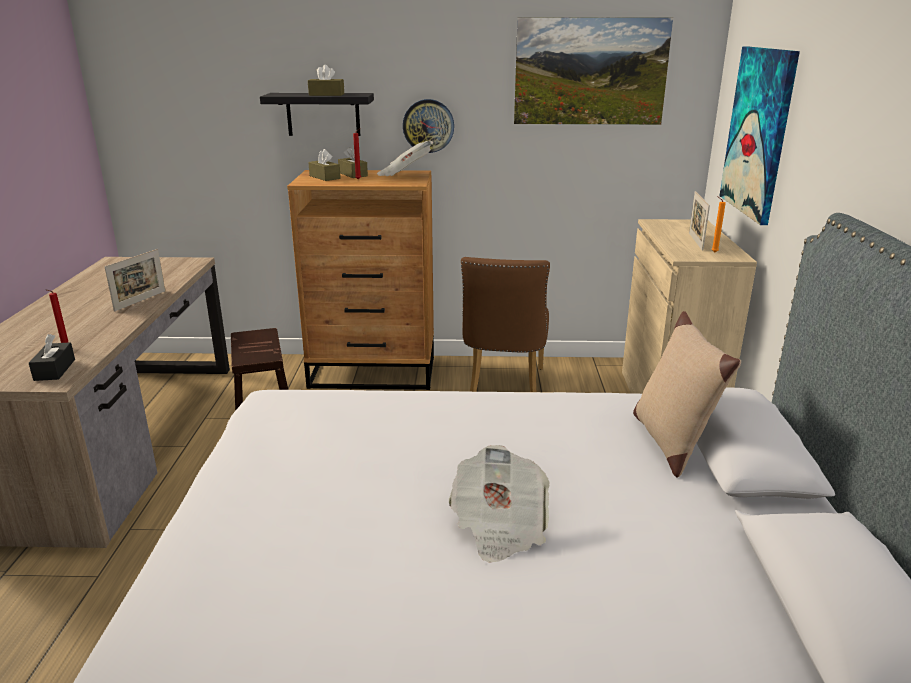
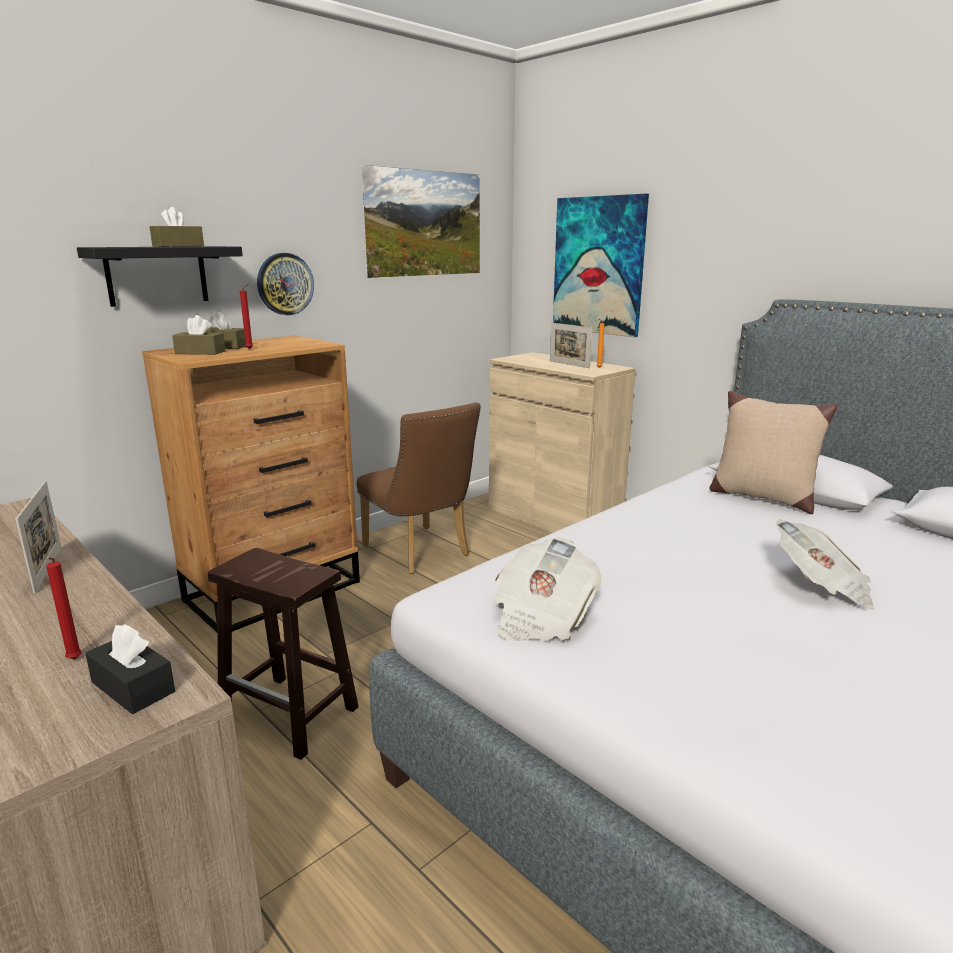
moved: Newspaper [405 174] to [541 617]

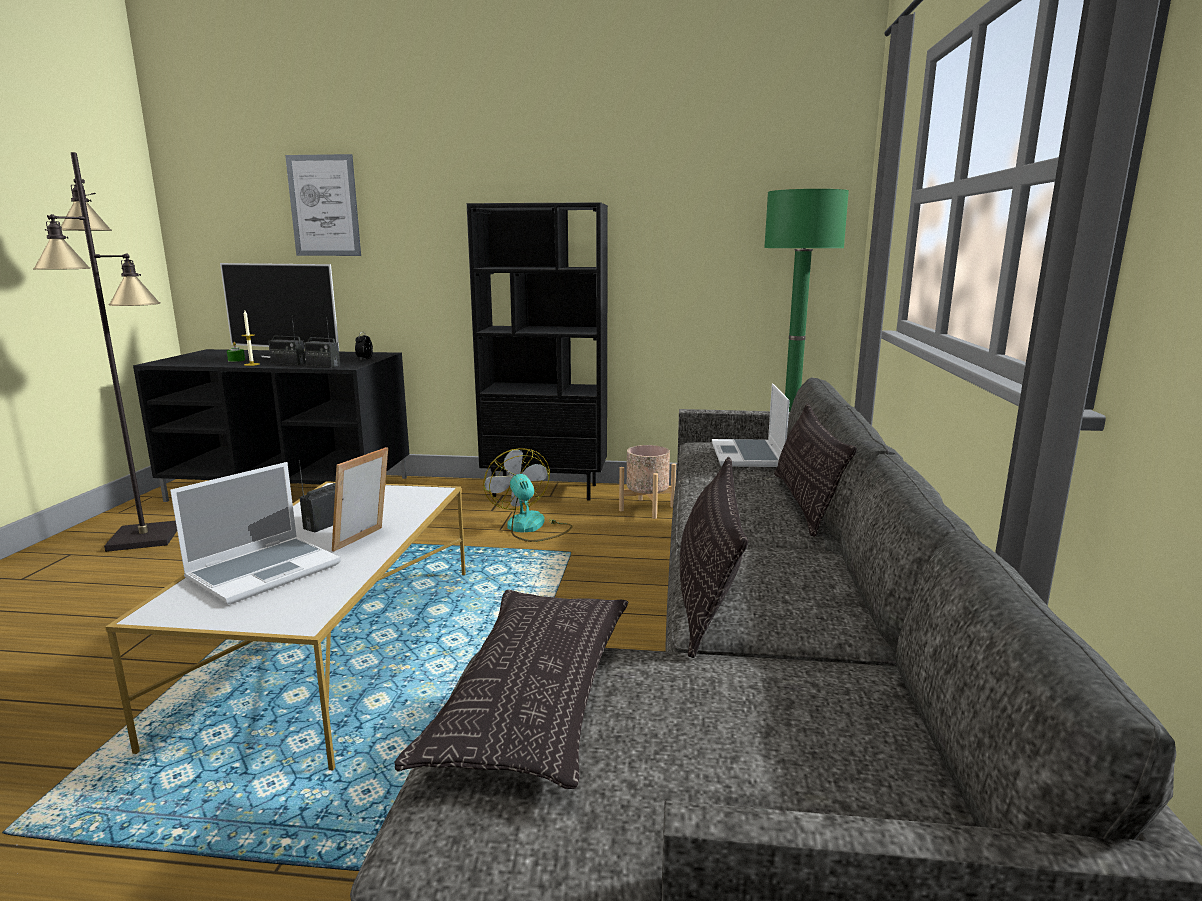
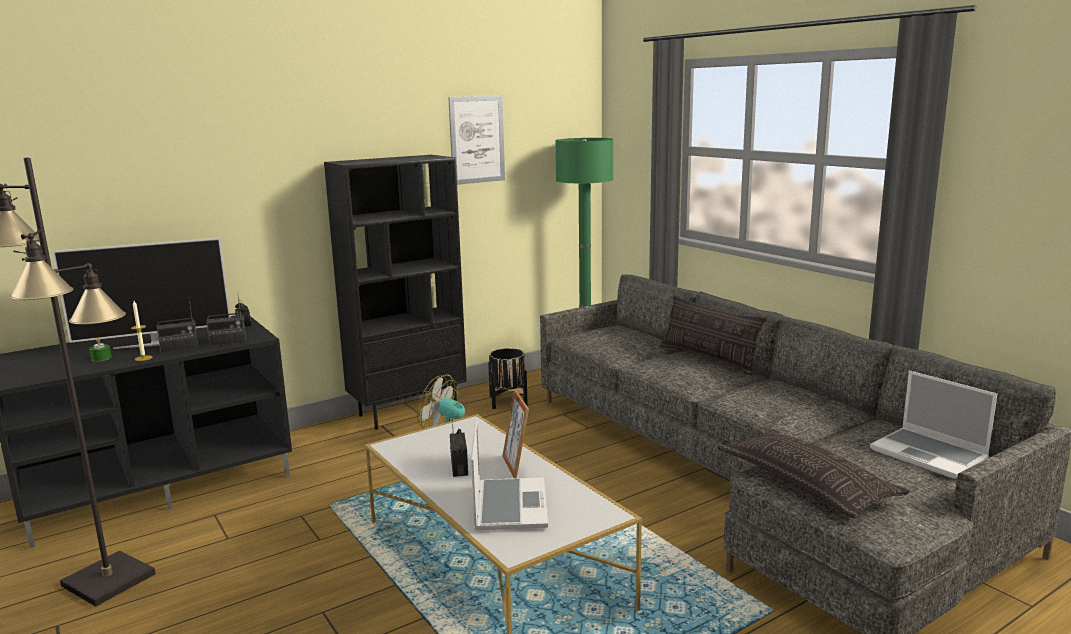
removed: Pillow [707 595]
moved: Picture [324 206] to [477 139]; Laptop [748 456] to [930 454]
recoloured: BeigePlanter [646 508] to BlackPlanter [508 401]

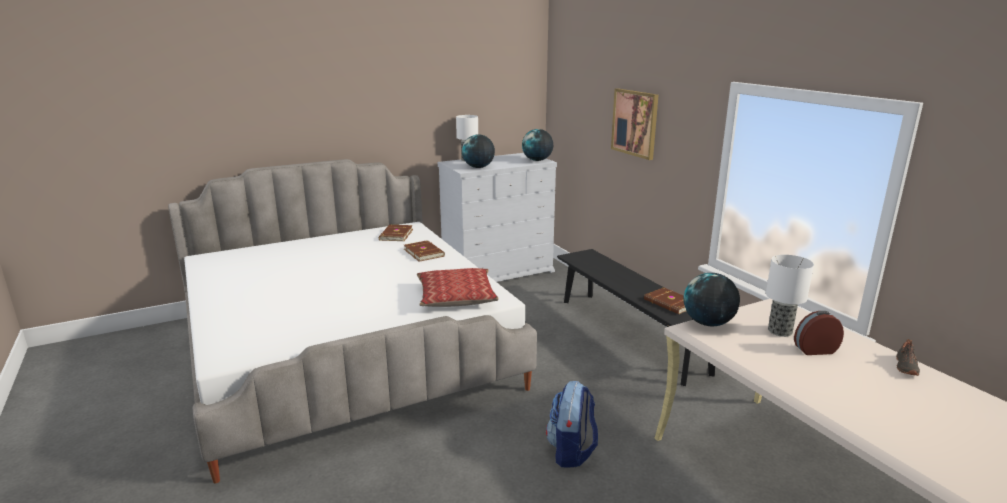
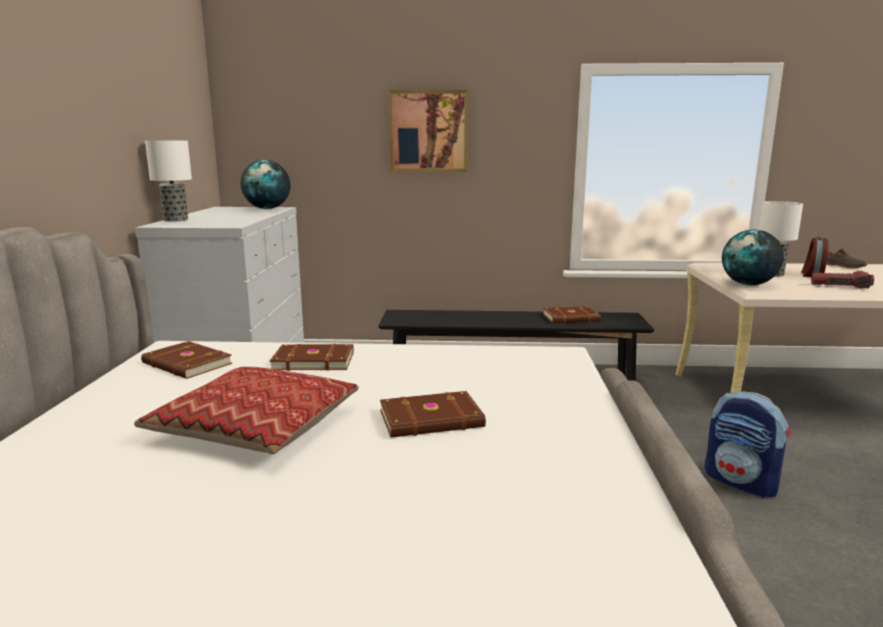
removed: Globe [478 167]
added: Flashlight [840 286]; BrownBook [432 420]
moved: Pillow [456 296] to [256 426]

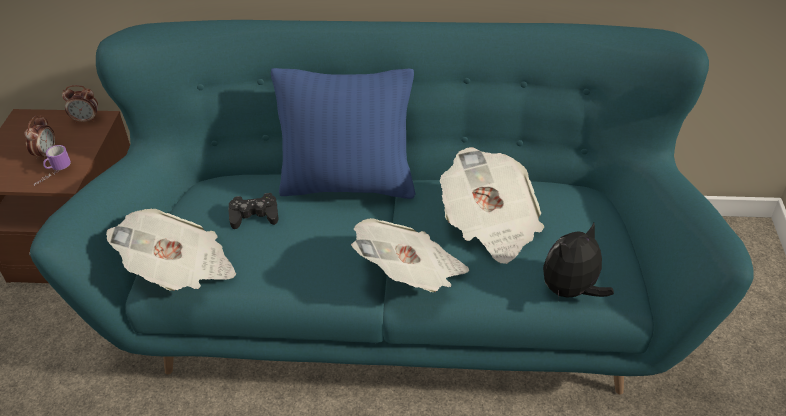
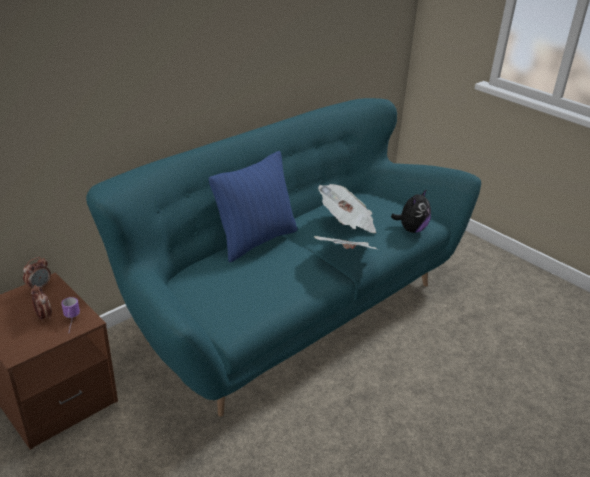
removed: BlackGameController [254 215]; Newspaper [181 271]
turned: PlushToy [571 291] = [411 229] 150 degrees counterclockwise

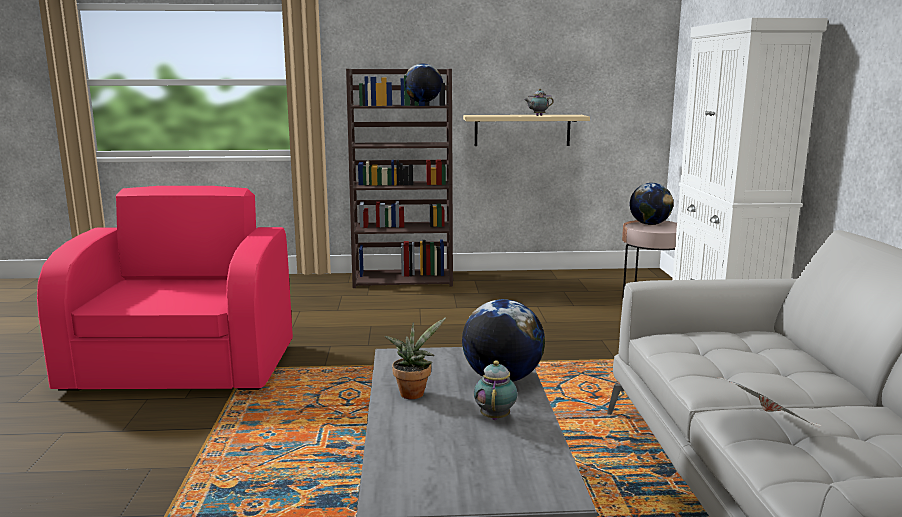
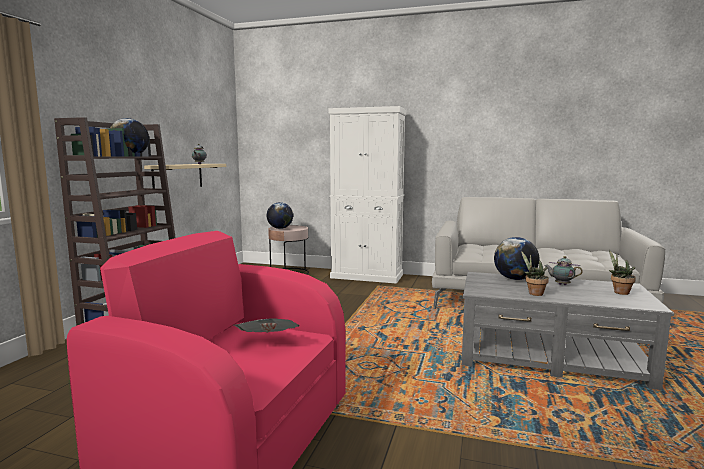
added: PottedPlant [619 292]
moved: Newspaper [769 428] to [268 343]

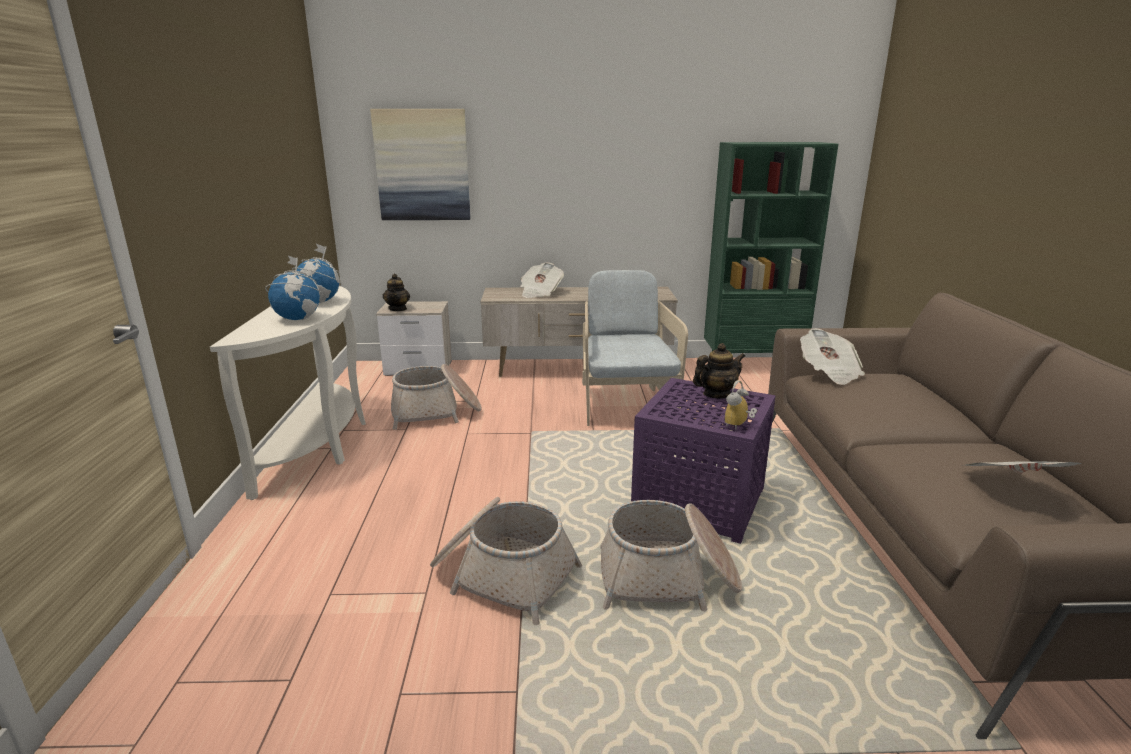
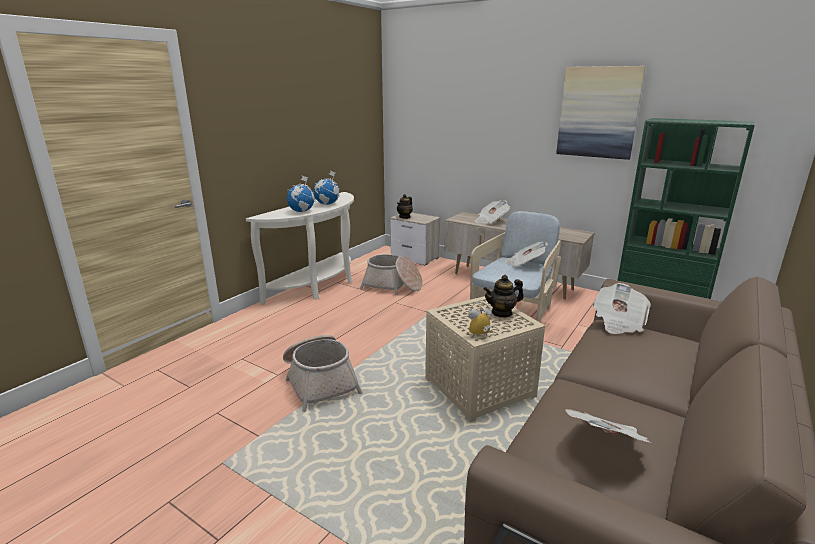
removed: Basket [668 578]
added: Newspaper [524 264]
moved: Picture [422 165] to [598 112]
recoloured: PurpleSideTable [700 503] to BeigeSideTable [479 389]
turned: Teapot [716 394] = [502 313] 150 degrees clockwise

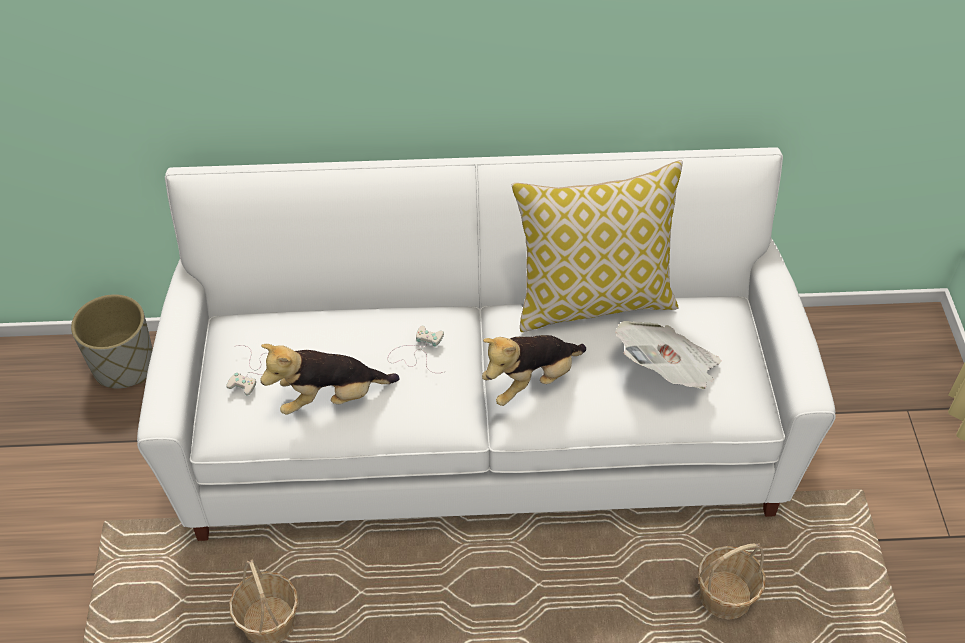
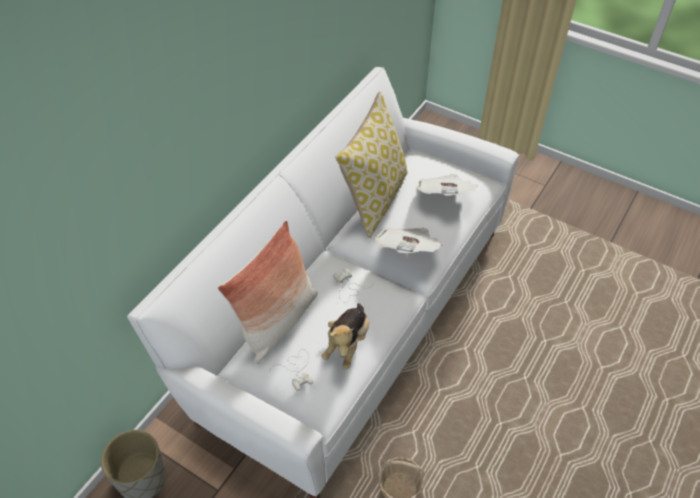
removed: Basket [725 596]
added: Pillow [277 322]
replaced: PlushToy [531 381] to Newspaper [408 251]

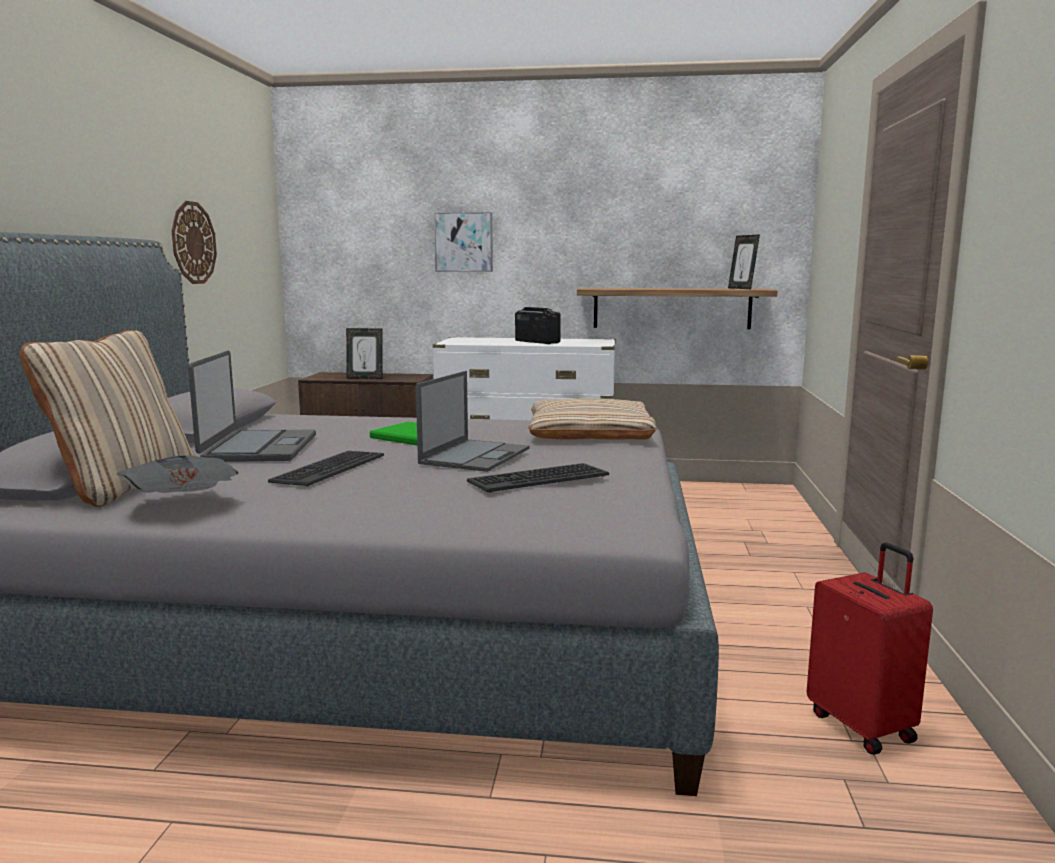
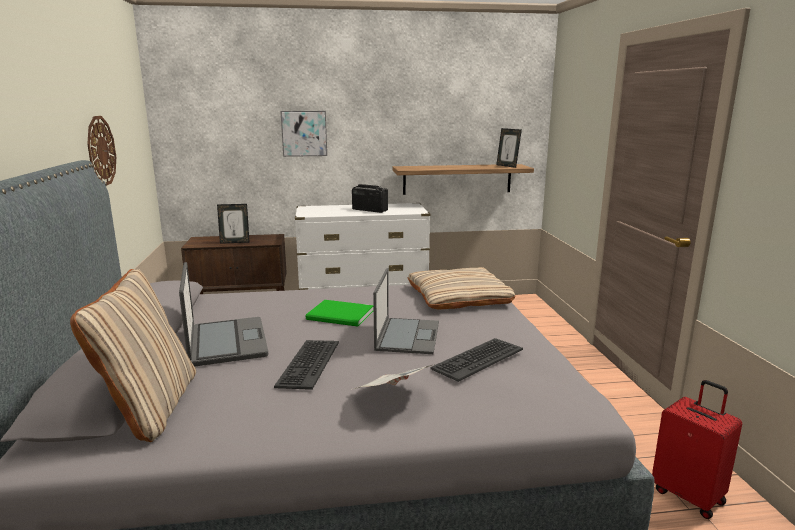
moved: Newspaper [184 505] to [391 397]

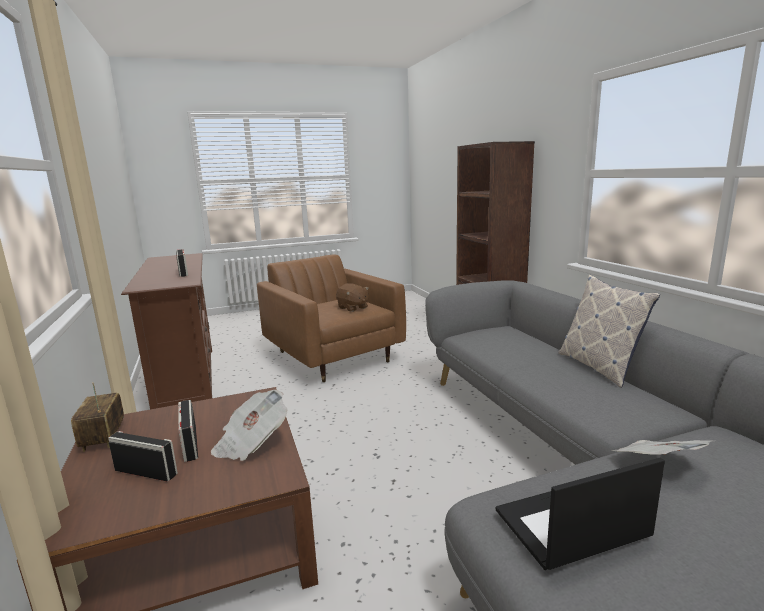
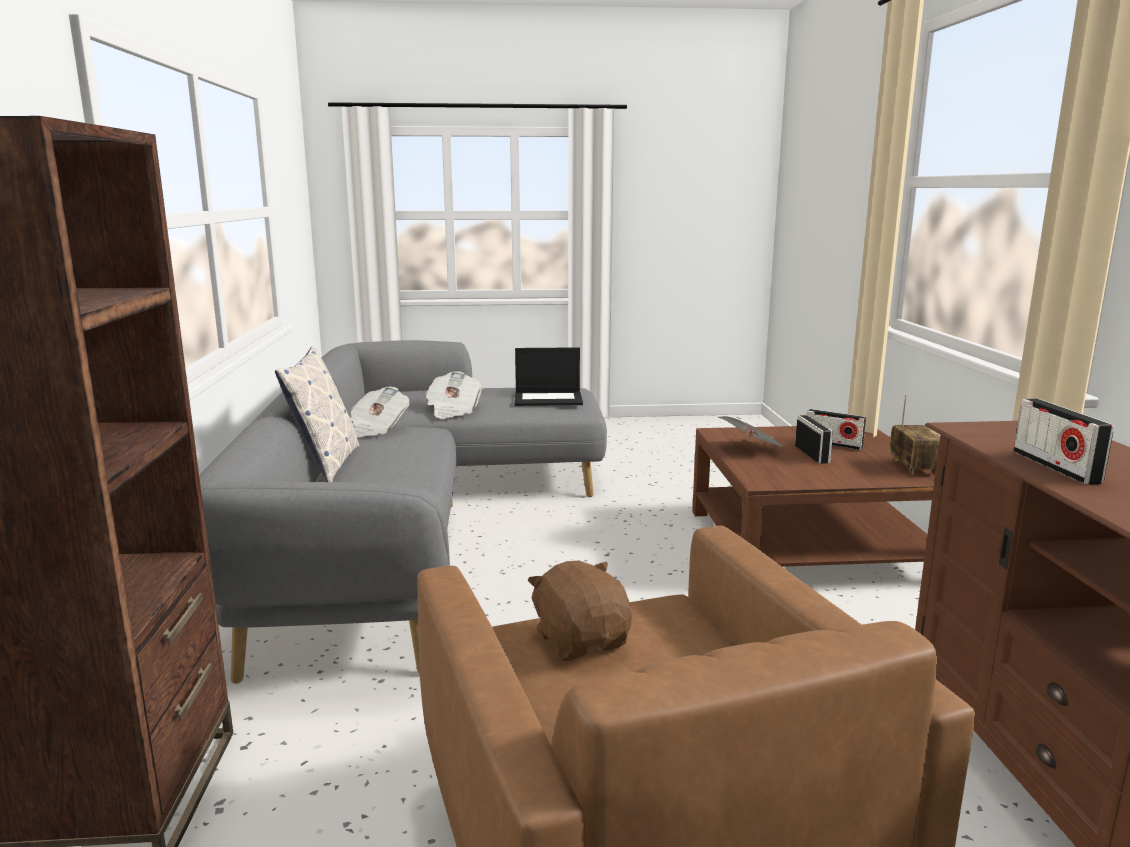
added: Newspaper [376 429]

